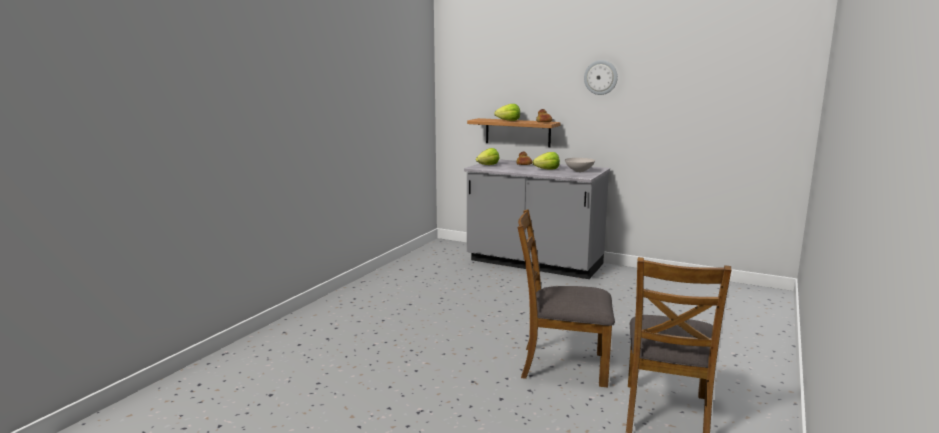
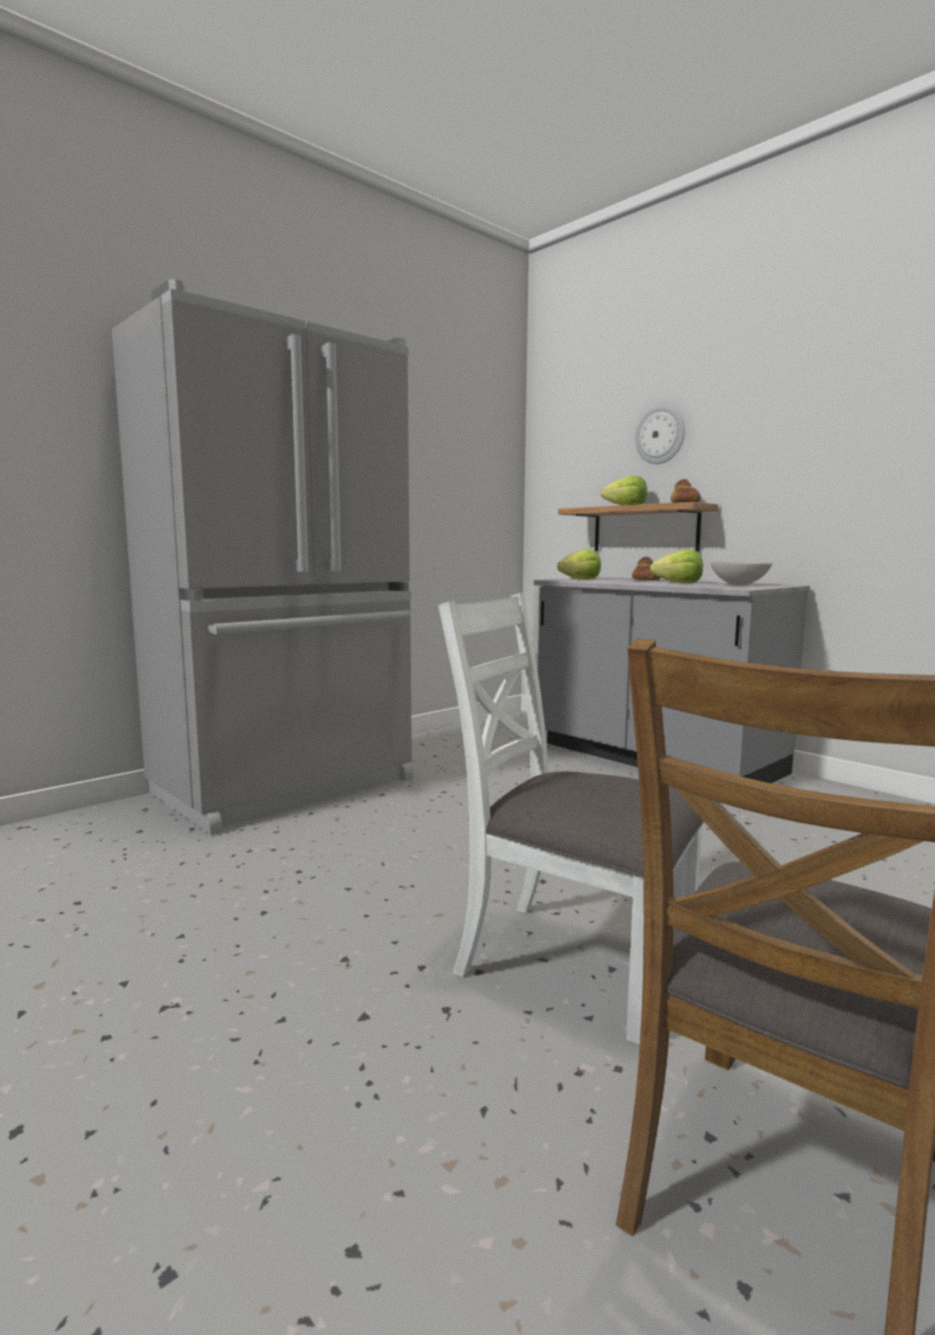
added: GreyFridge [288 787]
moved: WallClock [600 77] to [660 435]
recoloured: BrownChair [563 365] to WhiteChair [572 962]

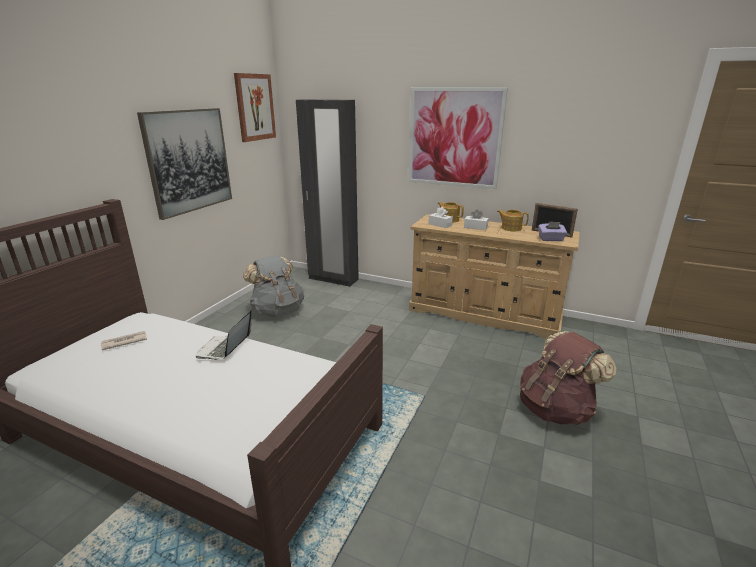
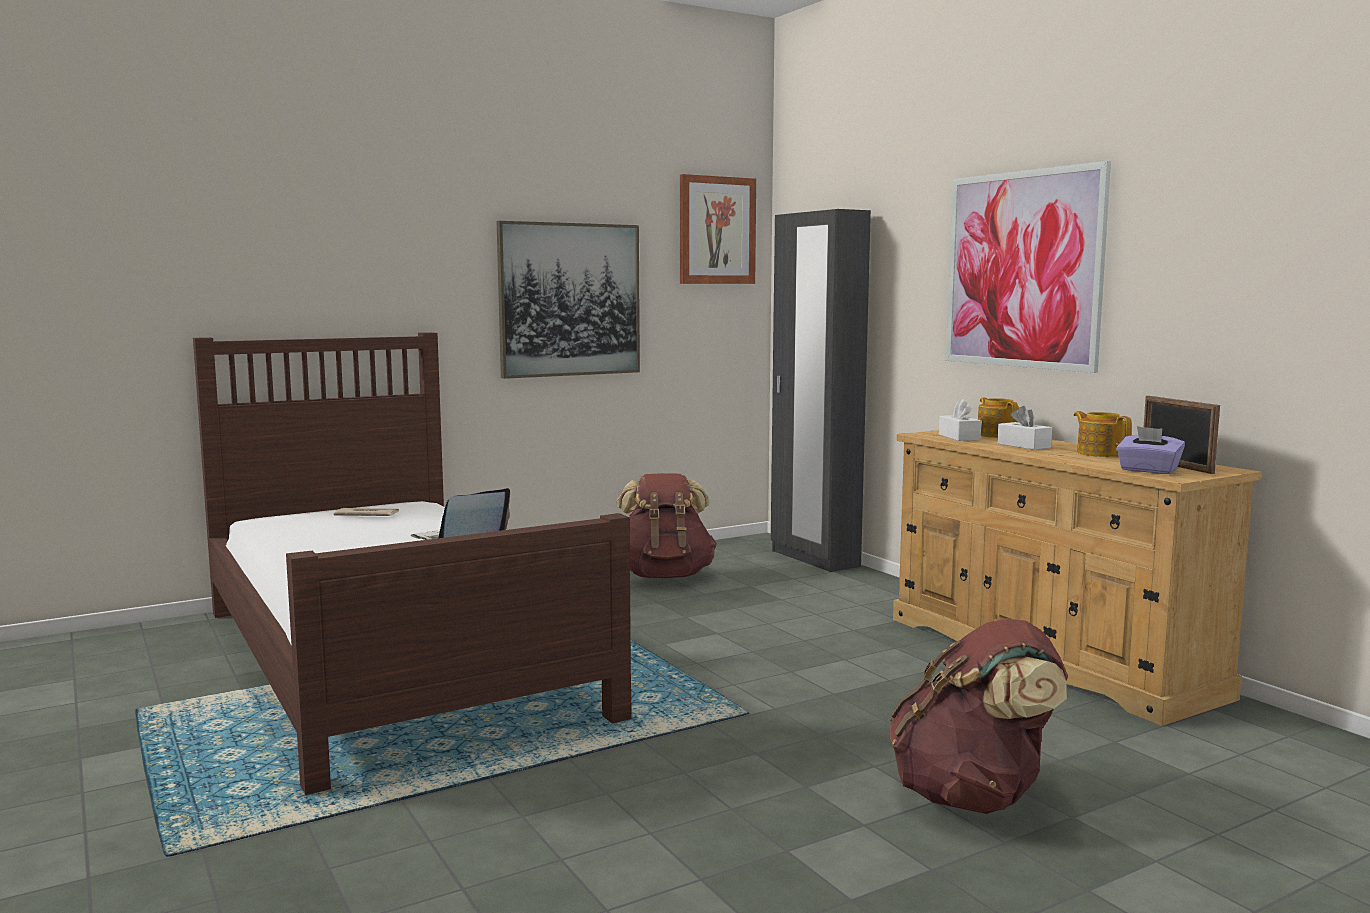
recoloured: GreyBackpack [277 311] to BrownBackpack [664 576]

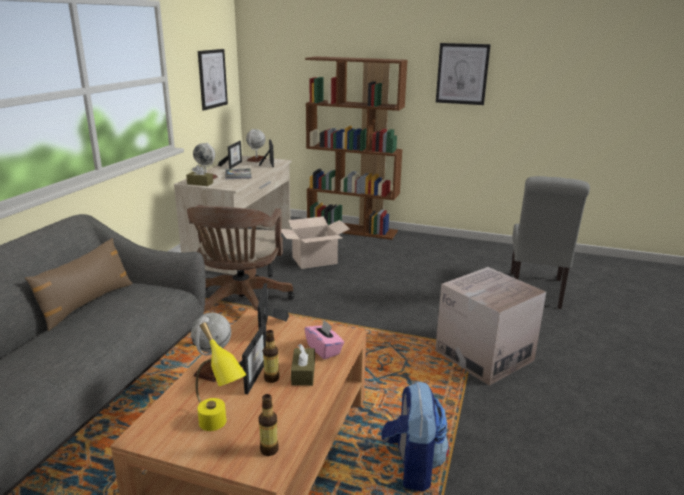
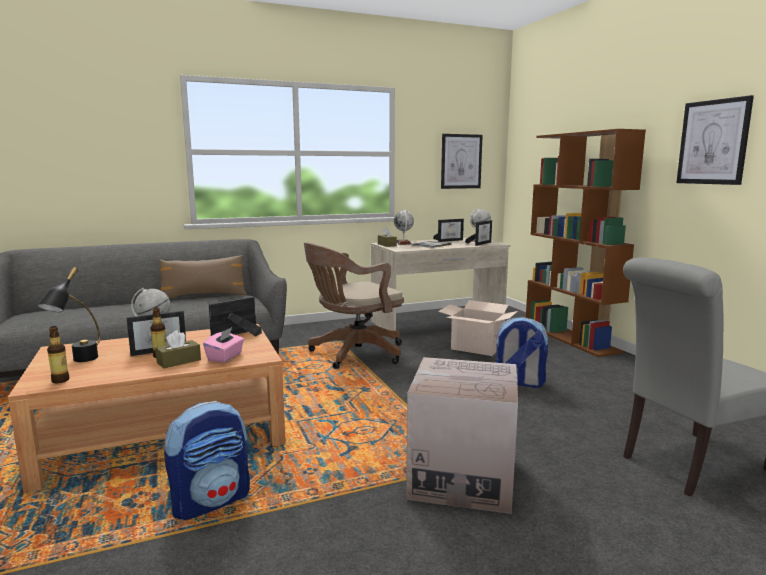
added: Backpack [518 382]
recoloured: YellowTableLamp [219 429] to BlackTableLamp [78 362]

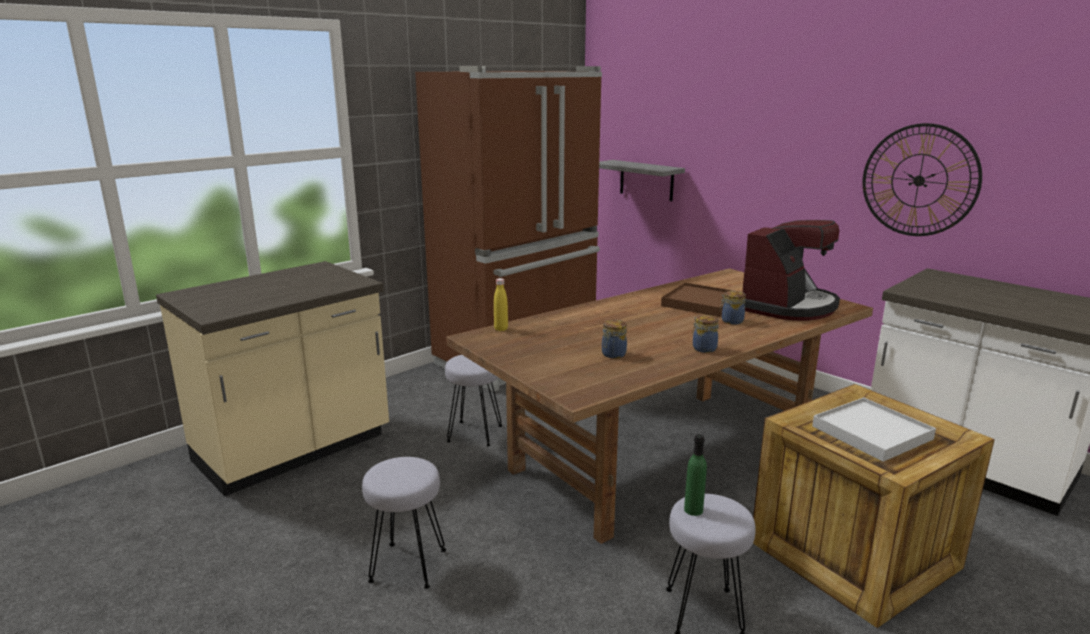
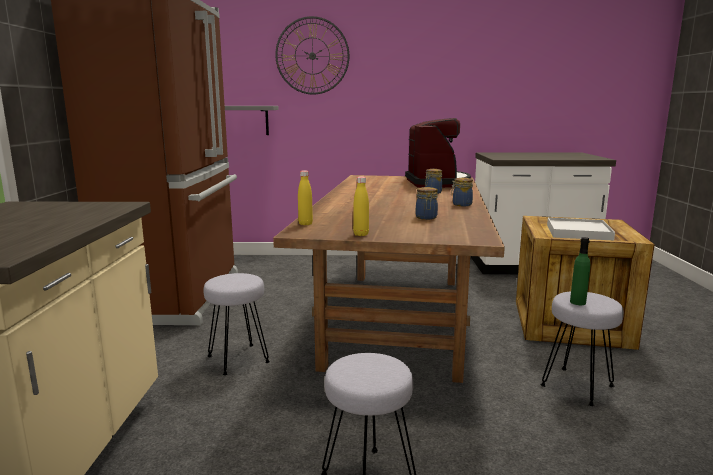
removed: BrownTray [700 303]
added: YellowBottle [361 234]
moved: WallClock [919 180] to [312 56]

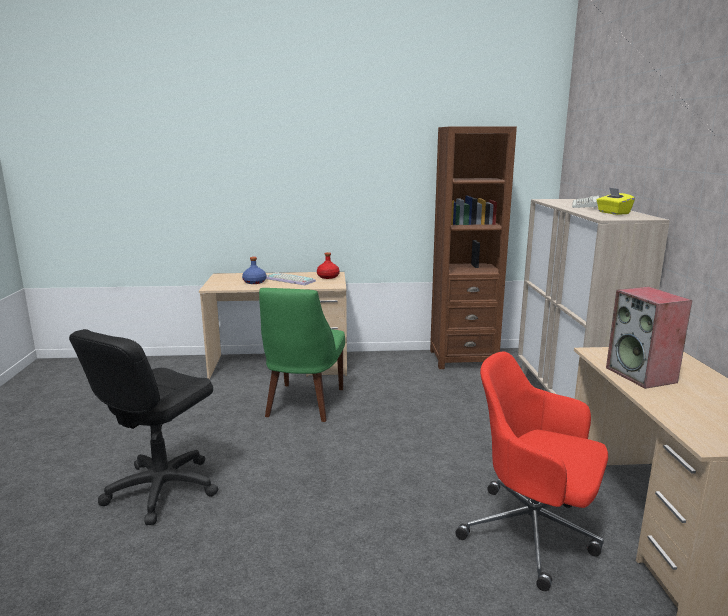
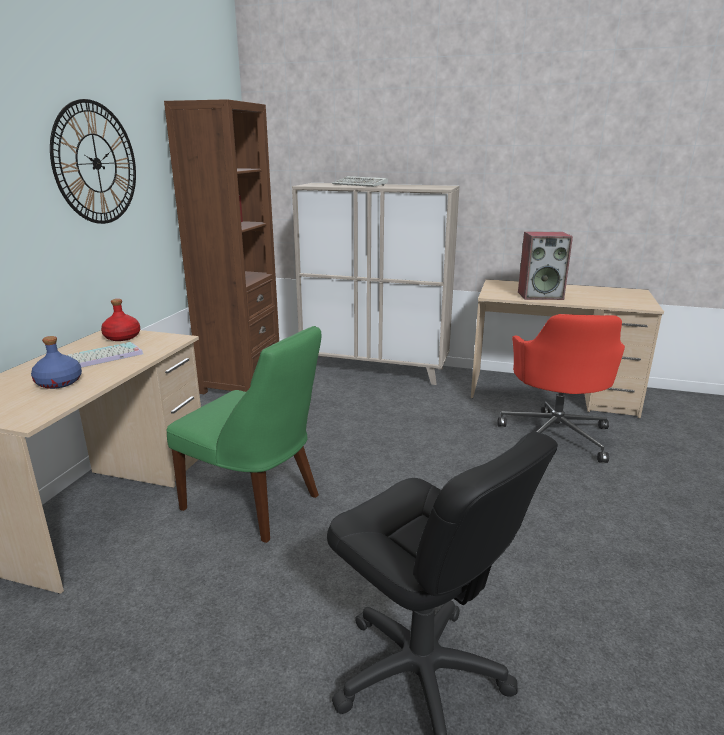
removed: YellowTissueBox [613 213]
added: WallClock [96 163]
turned: RedOfficeChair [533 533] = [555 435] 45 degrees counterclockwise

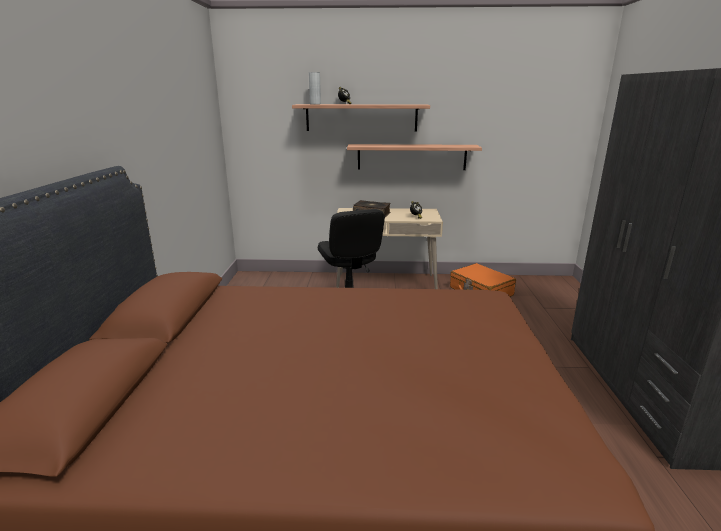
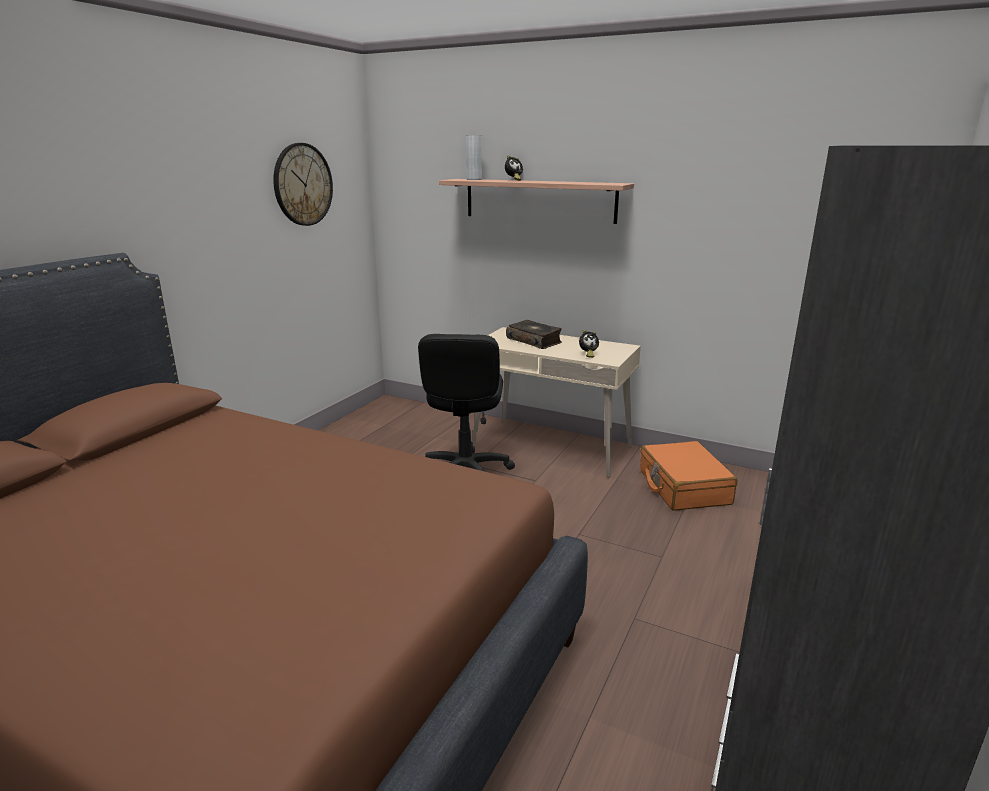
removed: Shelf [411 157]
added: WallClock [303 184]

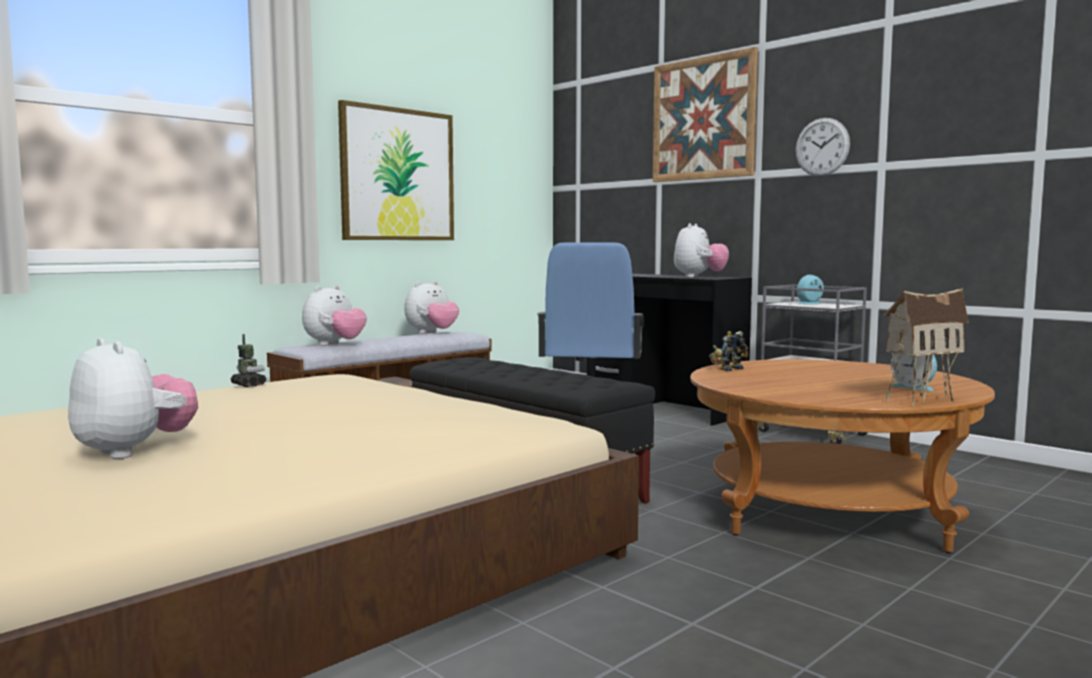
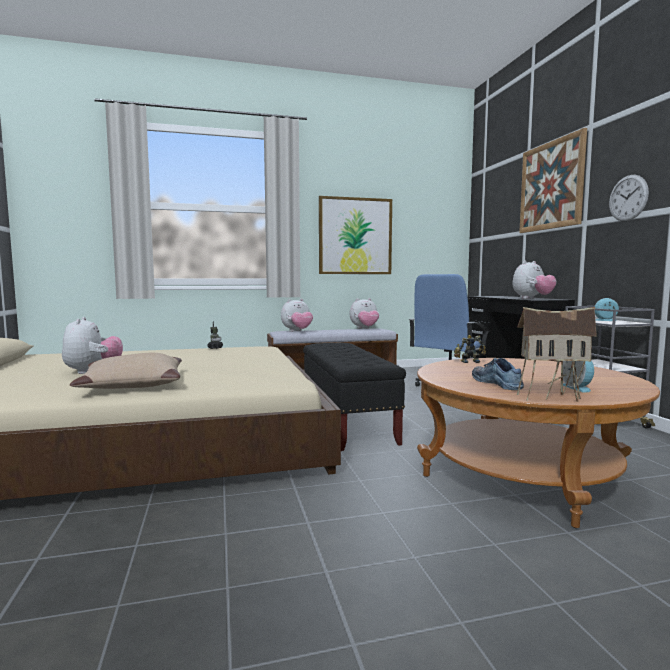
added: BeigePillow [133 385]; Shoe [498 383]

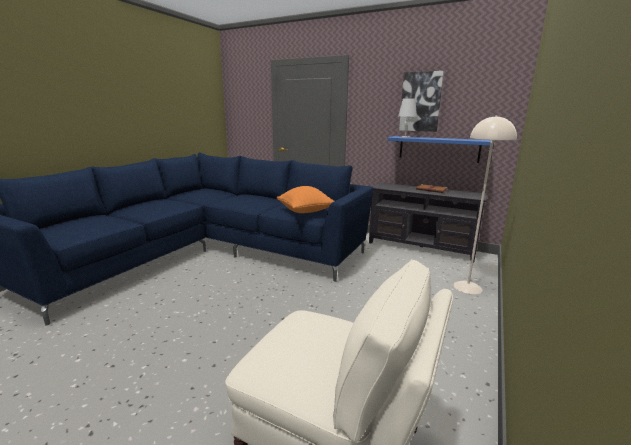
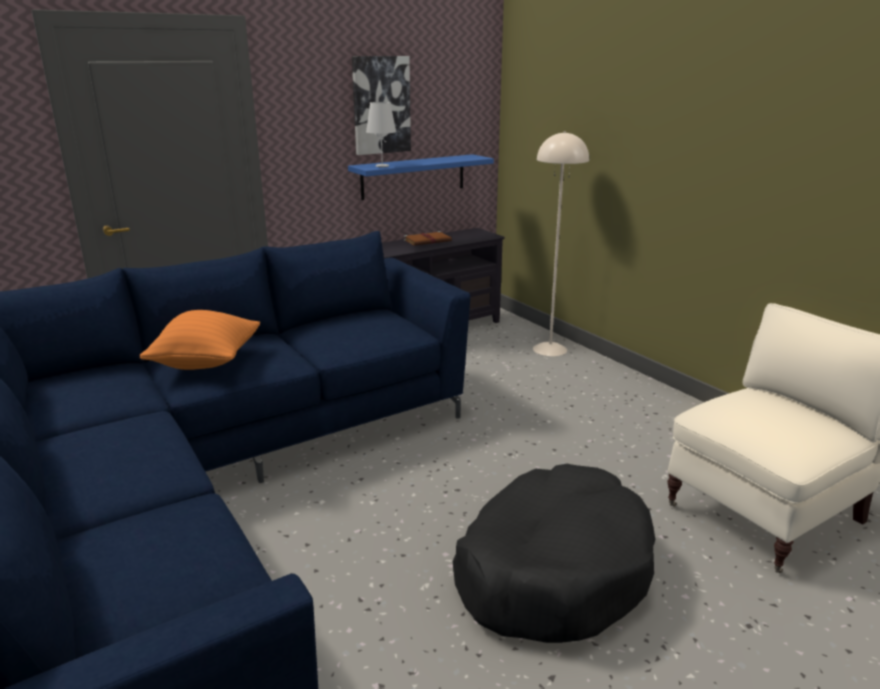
added: BlackDogBed [552 570]
moved: OrangePillow [305 212] to [206 363]

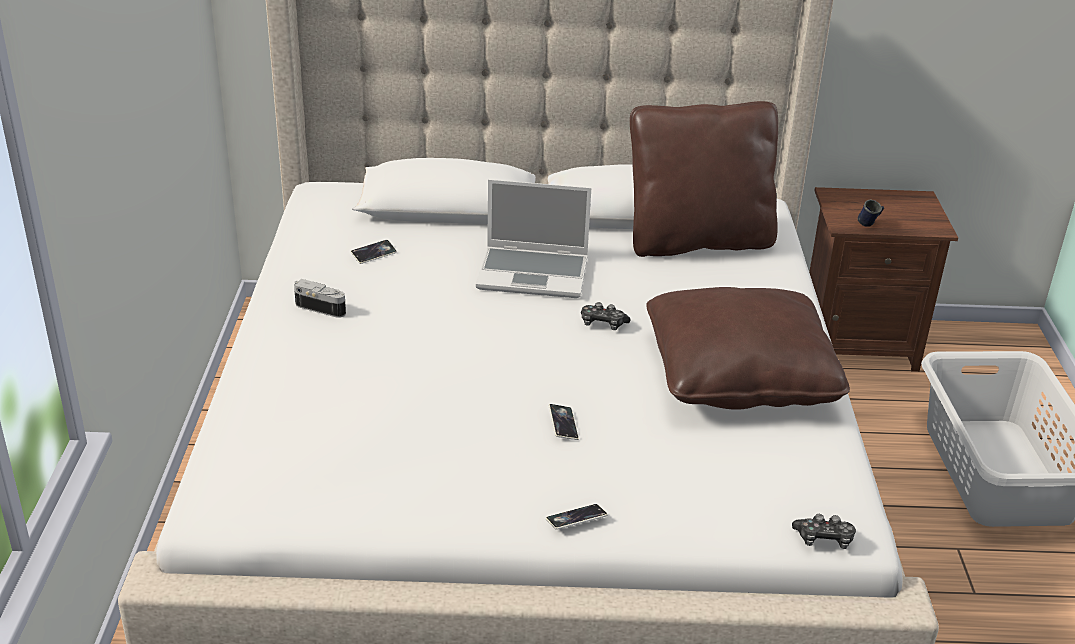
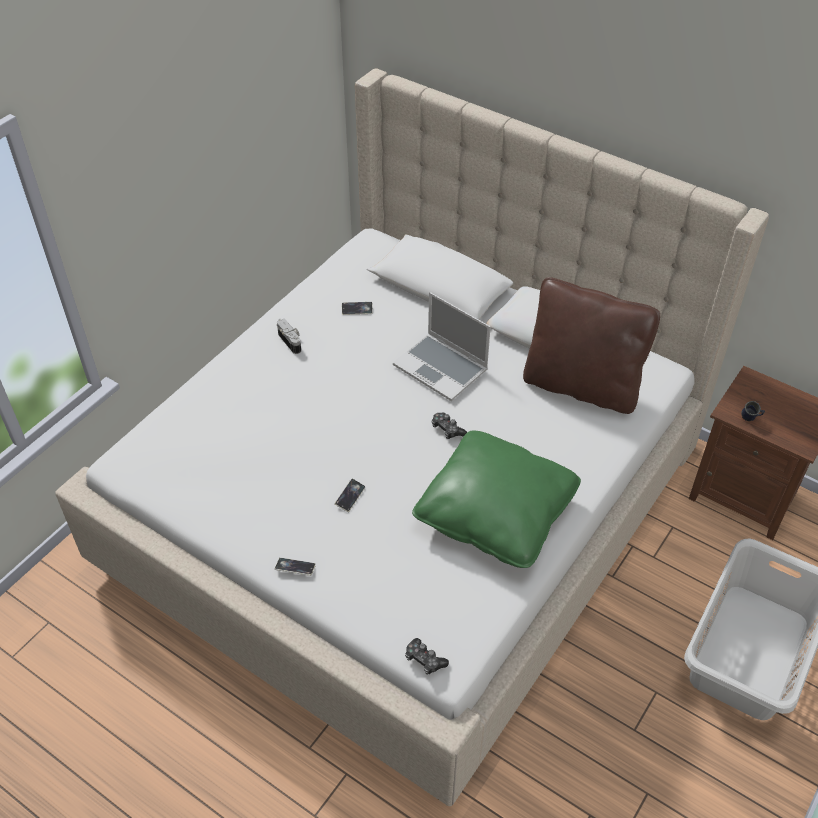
recoloured: BrownPillow [739 376] to GreenPillow [495 512]

